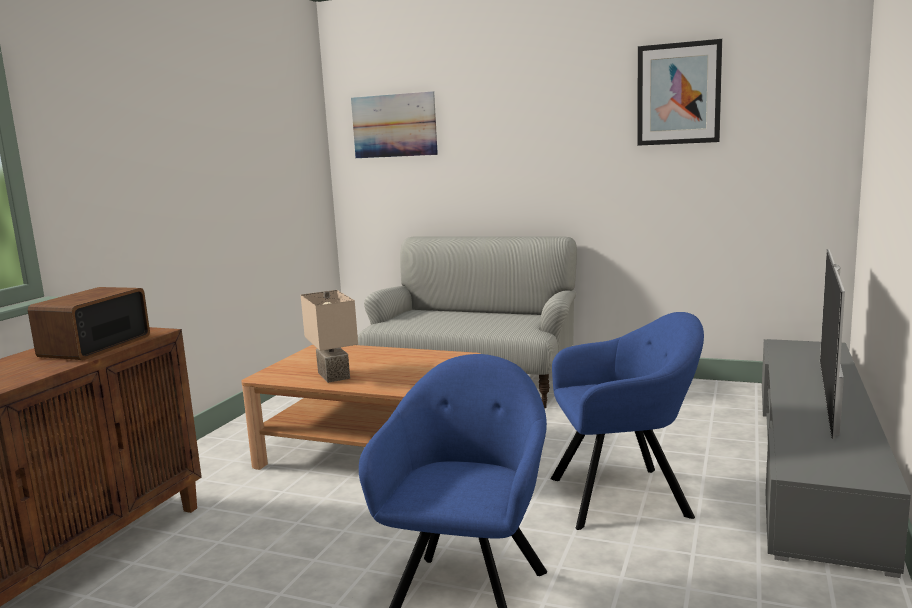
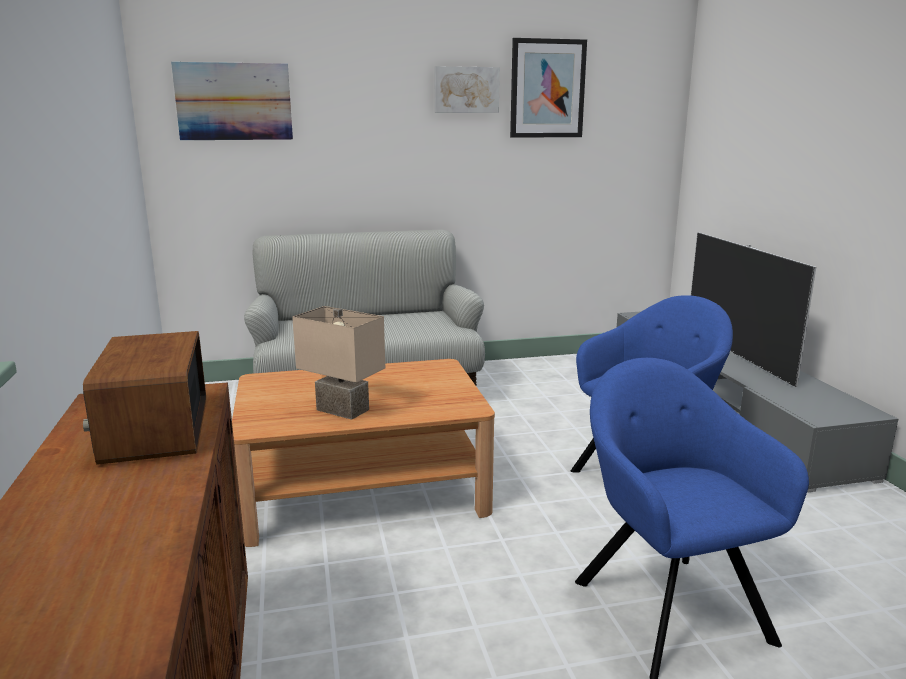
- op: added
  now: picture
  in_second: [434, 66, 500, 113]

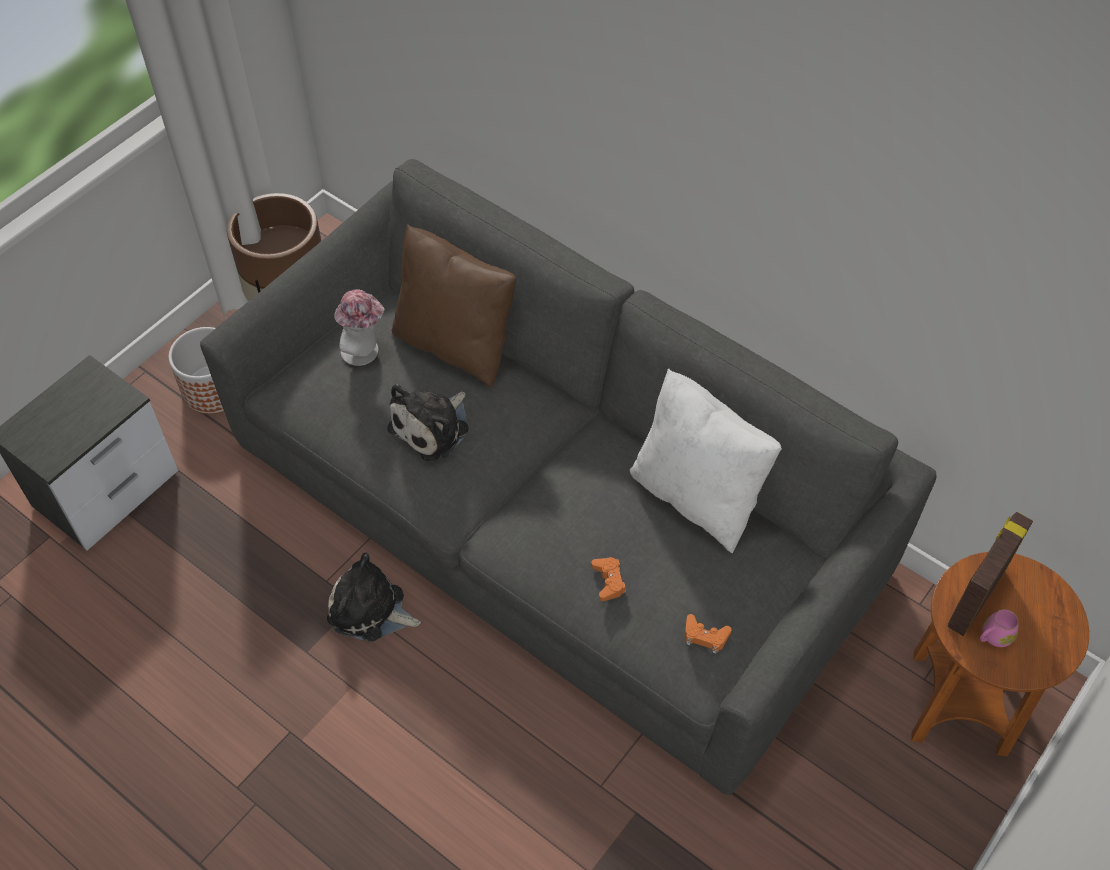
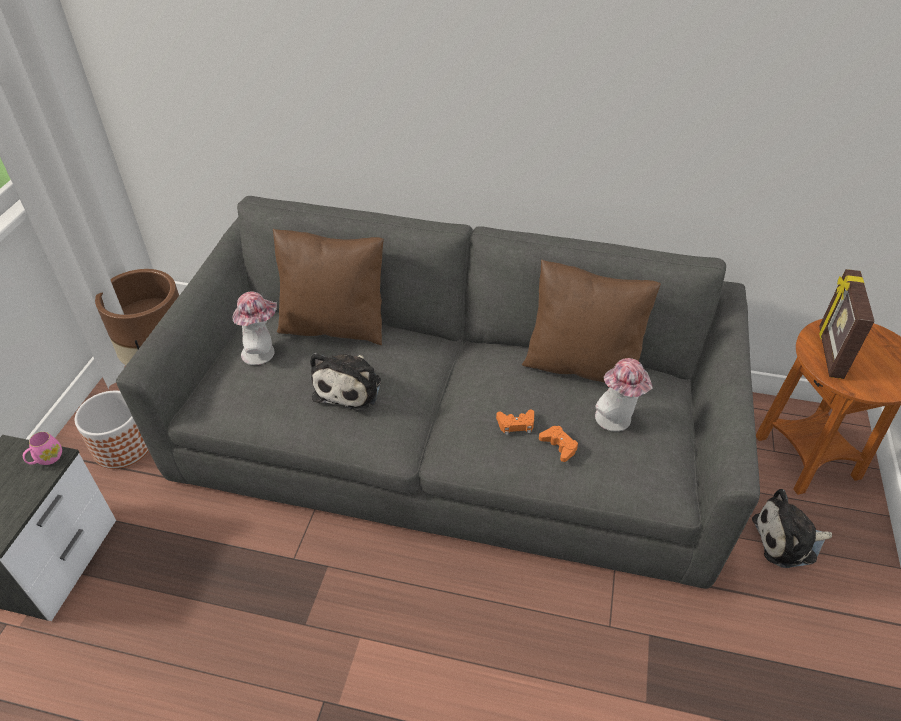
- op: moved
  was: plush toy
  in_first: [327, 553, 421, 642]
  in_second: [752, 489, 832, 568]
- op: recoloured
  was: white pillow
  now: brown pillow
  in_first: [630, 368, 782, 553]
  in_second: [522, 259, 661, 383]
- op: moved
  was: orange game controller
  in_first: [685, 614, 732, 654]
  in_second: [496, 410, 534, 435]
- op: moved
  was: pink mug
  in_first: [980, 609, 1018, 647]
  in_second: [23, 432, 62, 465]
- op: added
  now: hat
  in_second: [595, 358, 653, 432]

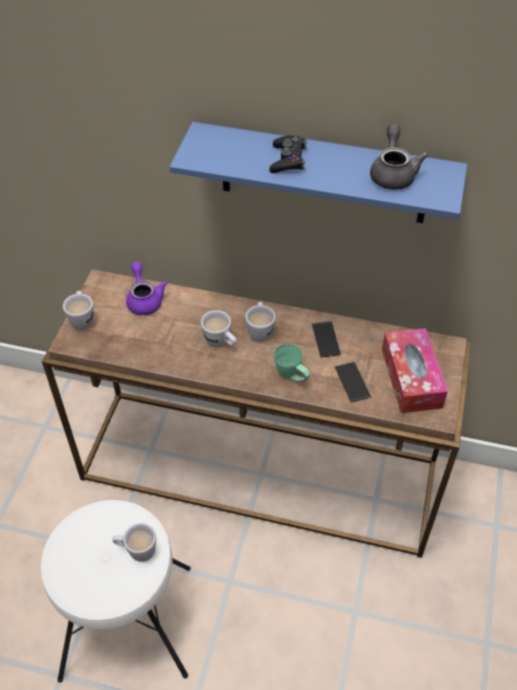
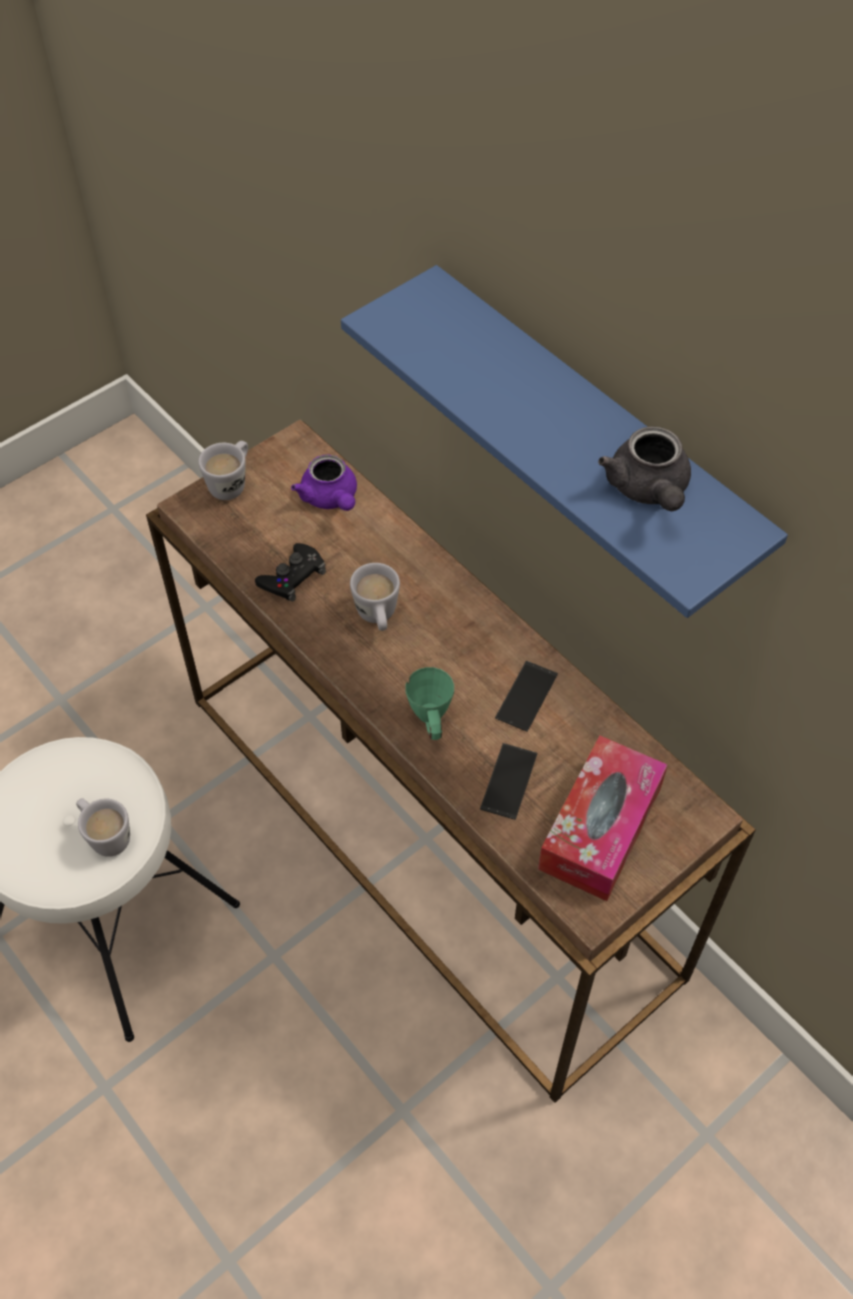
- op: turned
  was: purple teapot
  in_first: [126, 262, 167, 315]
  in_second: [291, 455, 357, 511]
  clockwise: 135
- op: removed
  was: white mug
  in_first: [245, 302, 276, 342]
- op: moved
  was: black game controller
  in_first: [269, 135, 307, 173]
  in_second: [255, 543, 326, 602]
- op: turned
  was: grey teapot
  in_first: [370, 124, 428, 190]
  in_second: [598, 426, 691, 511]
  clockwise: 135

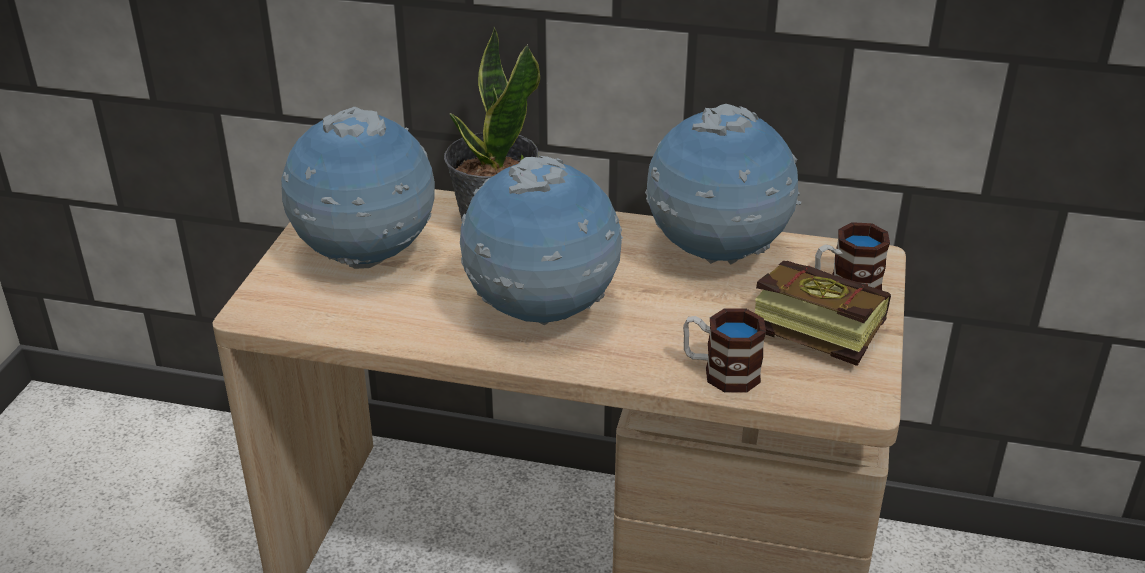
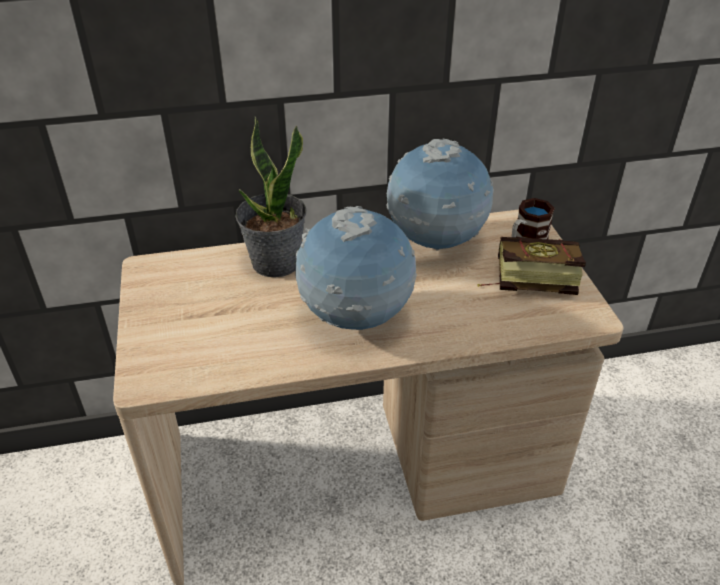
- op: removed
  was: globe
  in_first: [281, 107, 435, 269]
- op: removed
  was: mug
  in_first: [683, 308, 766, 393]

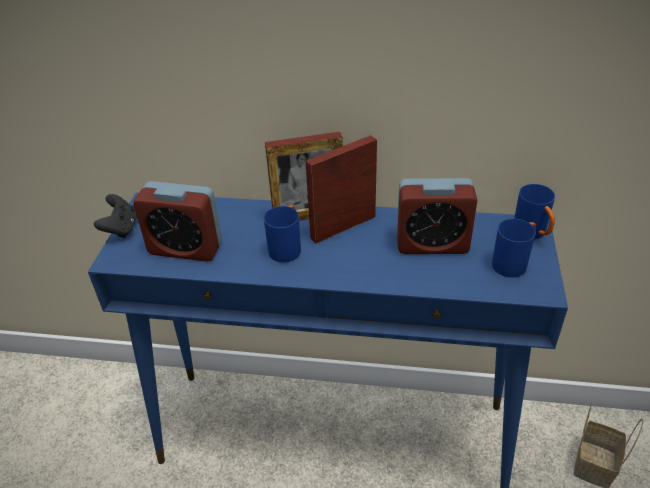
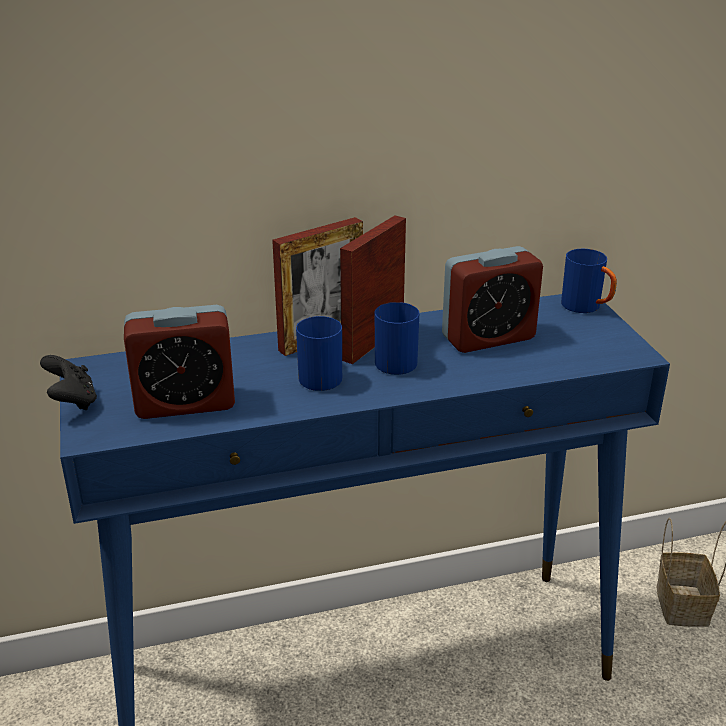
- op: moved
  was: blue mug
  in_first: [492, 219, 536, 277]
  in_second: [375, 302, 419, 375]

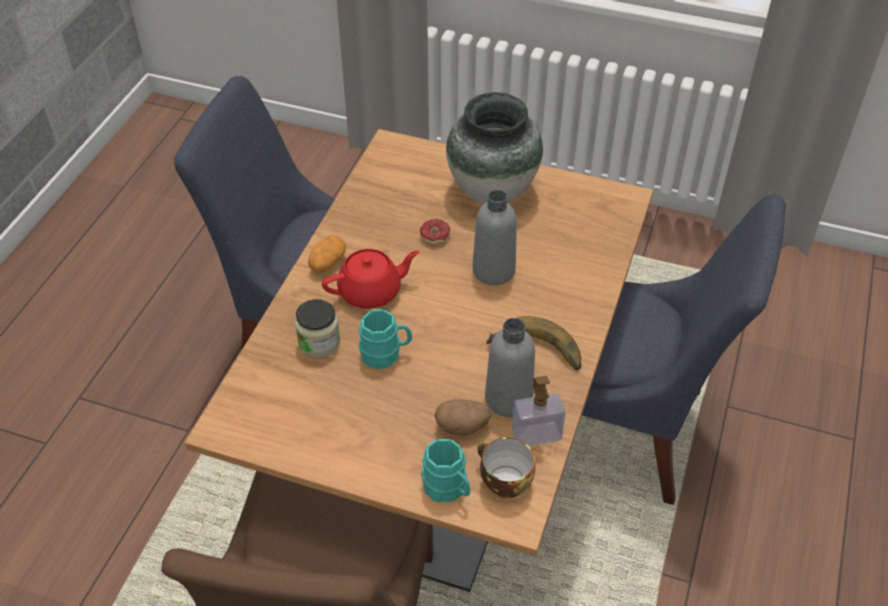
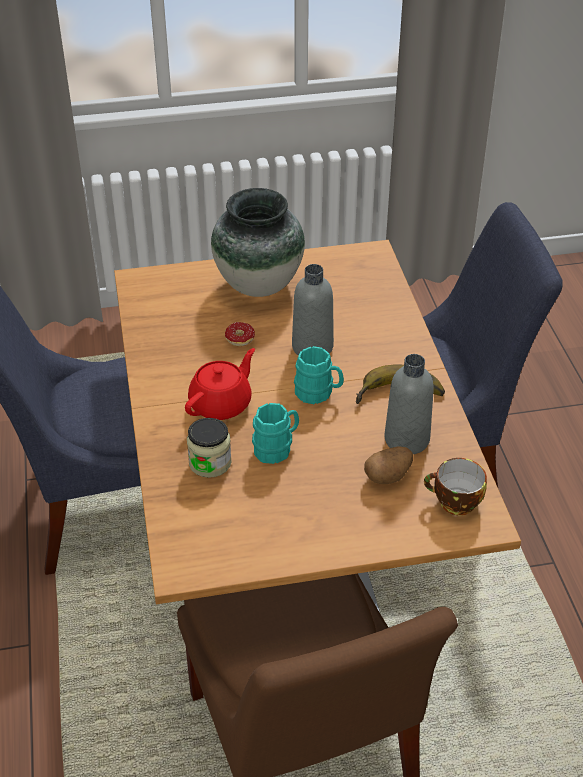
- op: removed
  was: potato
  in_first: [308, 235, 346, 273]
- op: moved
  was: turquoise mug
  in_first: [421, 439, 470, 502]
  in_second: [294, 346, 344, 404]
- op: removed
  was: soap dispenser
  in_first: [512, 376, 566, 446]

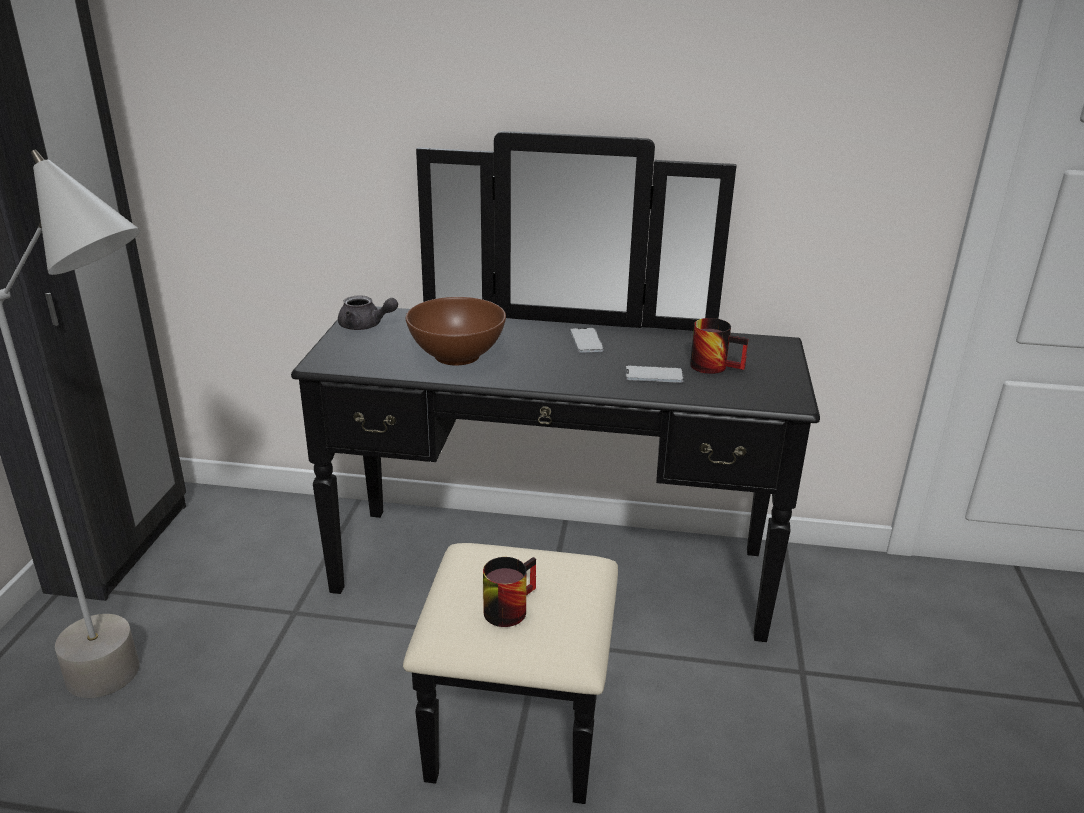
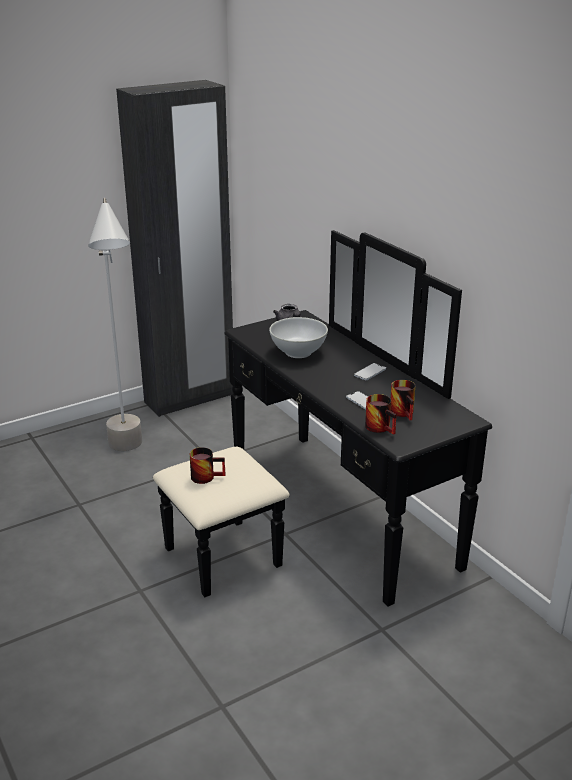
- op: recoloured
  was: brown bowl
  now: white bowl
  in_first: [406, 297, 506, 365]
  in_second: [269, 317, 328, 358]
- op: added
  now: mug
  in_second: [365, 394, 397, 435]

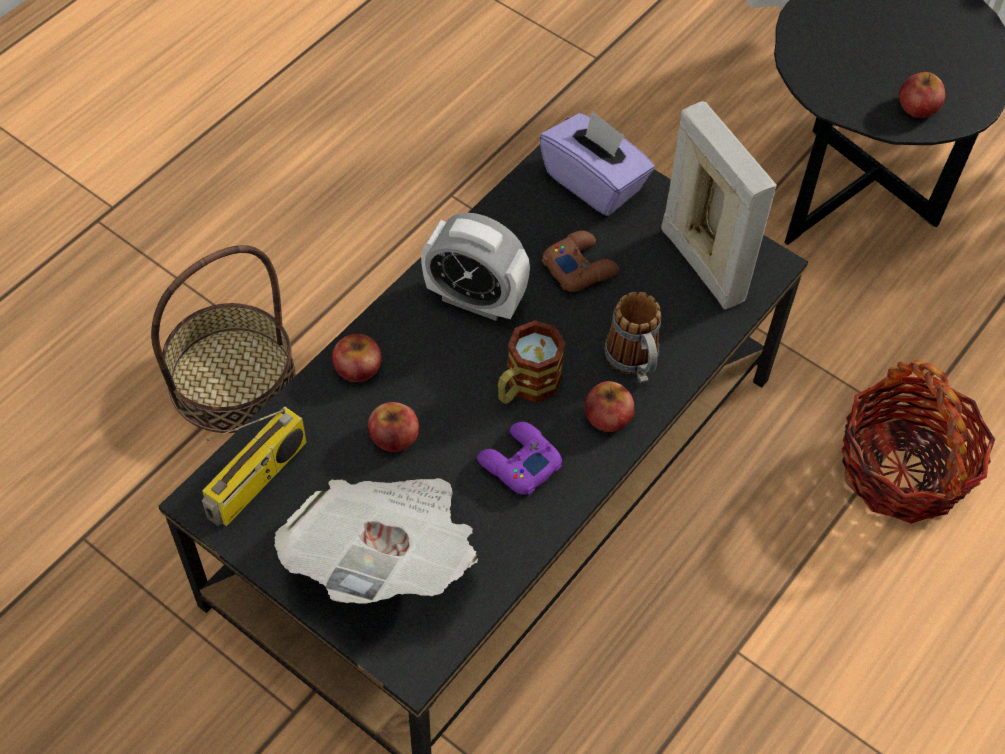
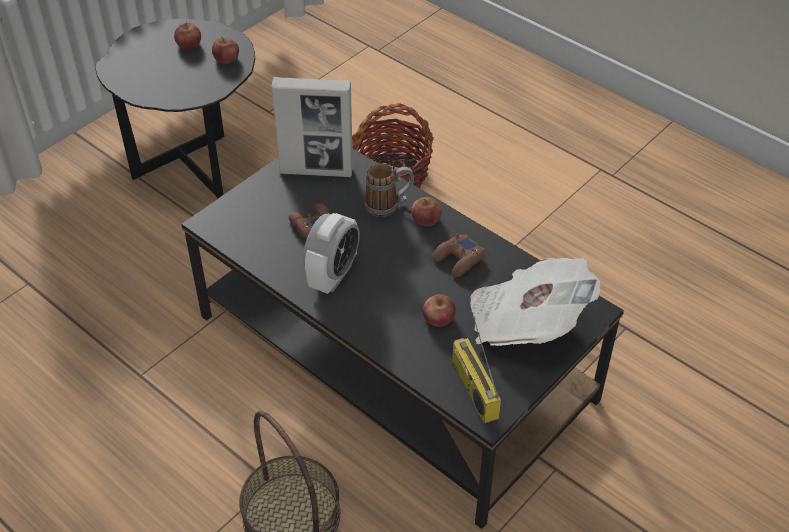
- op: turned
  was: radio
  in_first: [202, 407, 306, 526]
  in_second: [452, 316, 501, 423]
  clockwise: -150
- op: moved
  was: apple
  in_first: [332, 334, 382, 382]
  in_second: [174, 22, 201, 50]
- op: recoloured
  was: purple game controller
  now: brown game controller
  in_first: [477, 422, 562, 495]
  in_second: [433, 233, 485, 277]
- op: removed
  was: mug
  in_first: [498, 320, 565, 404]
- op: removed
  was: purple tissue box
  in_first: [539, 110, 655, 216]
- op: turned
  was: picture frame
  in_first: [661, 101, 777, 309]
  in_second: [271, 77, 353, 177]
  clockwise: -150

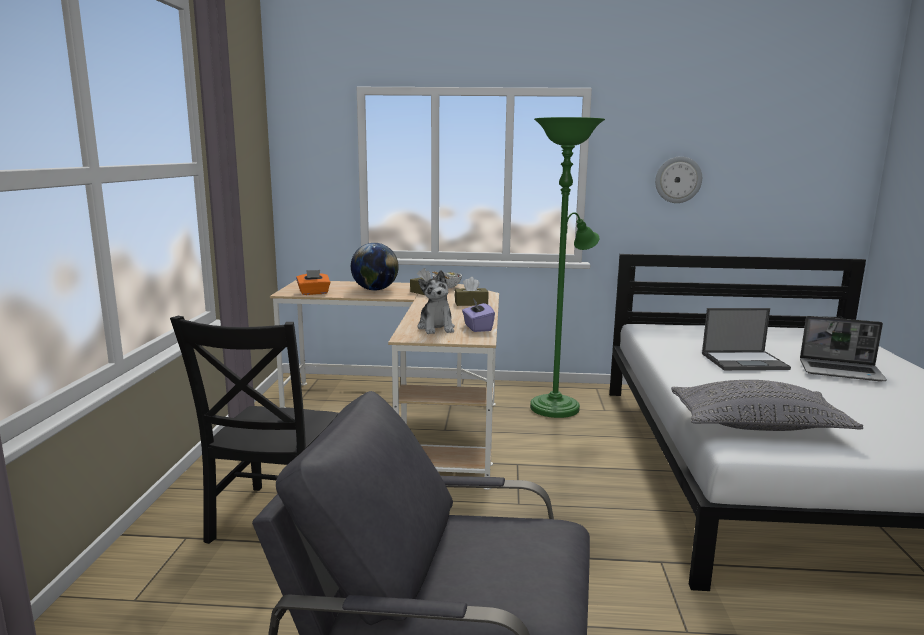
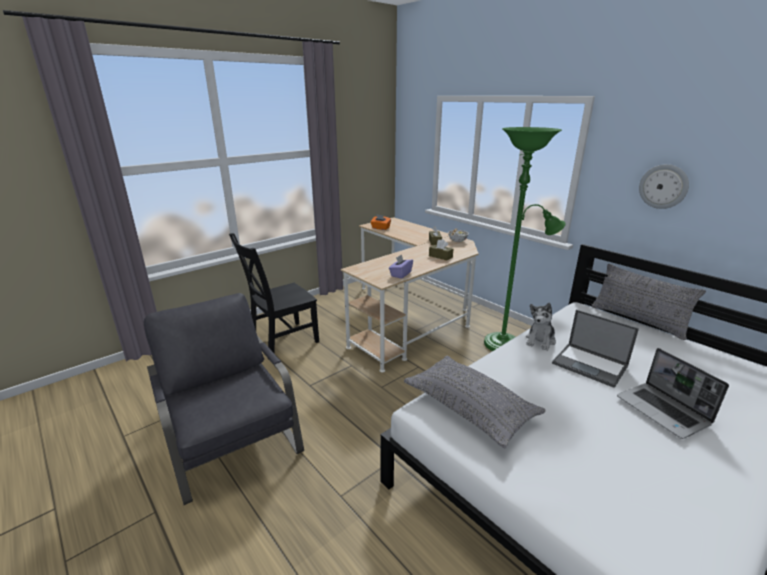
- op: removed
  was: globe
  in_first: [351, 243, 399, 291]
- op: moved
  was: plush toy
  in_first: [417, 270, 455, 334]
  in_second: [526, 303, 556, 351]
- op: added
  now: grey pillow
  in_second: [592, 264, 706, 340]

